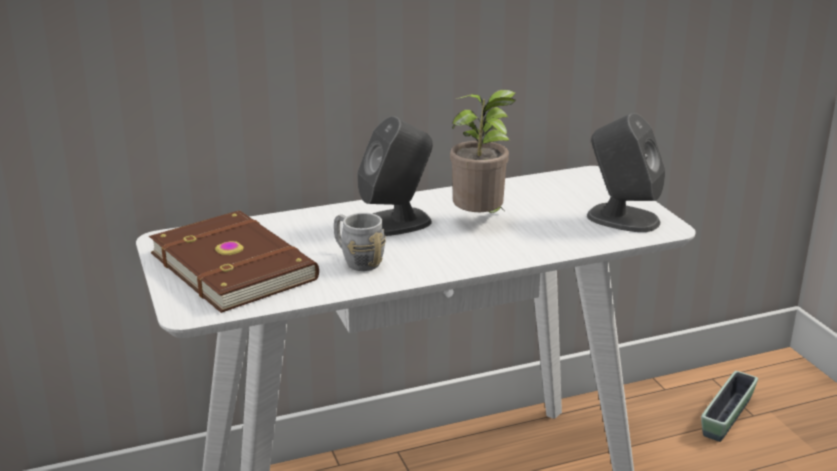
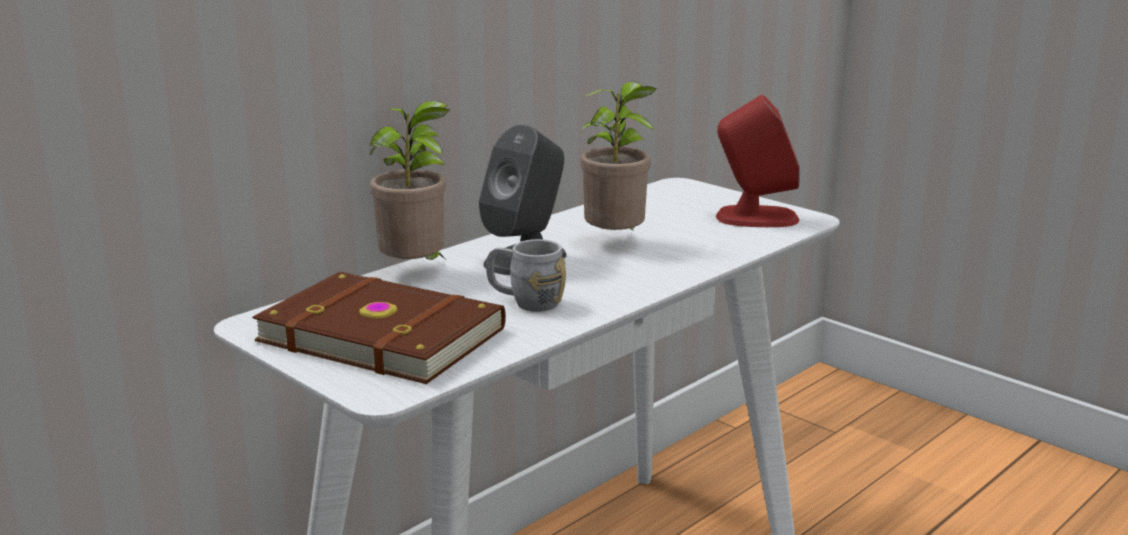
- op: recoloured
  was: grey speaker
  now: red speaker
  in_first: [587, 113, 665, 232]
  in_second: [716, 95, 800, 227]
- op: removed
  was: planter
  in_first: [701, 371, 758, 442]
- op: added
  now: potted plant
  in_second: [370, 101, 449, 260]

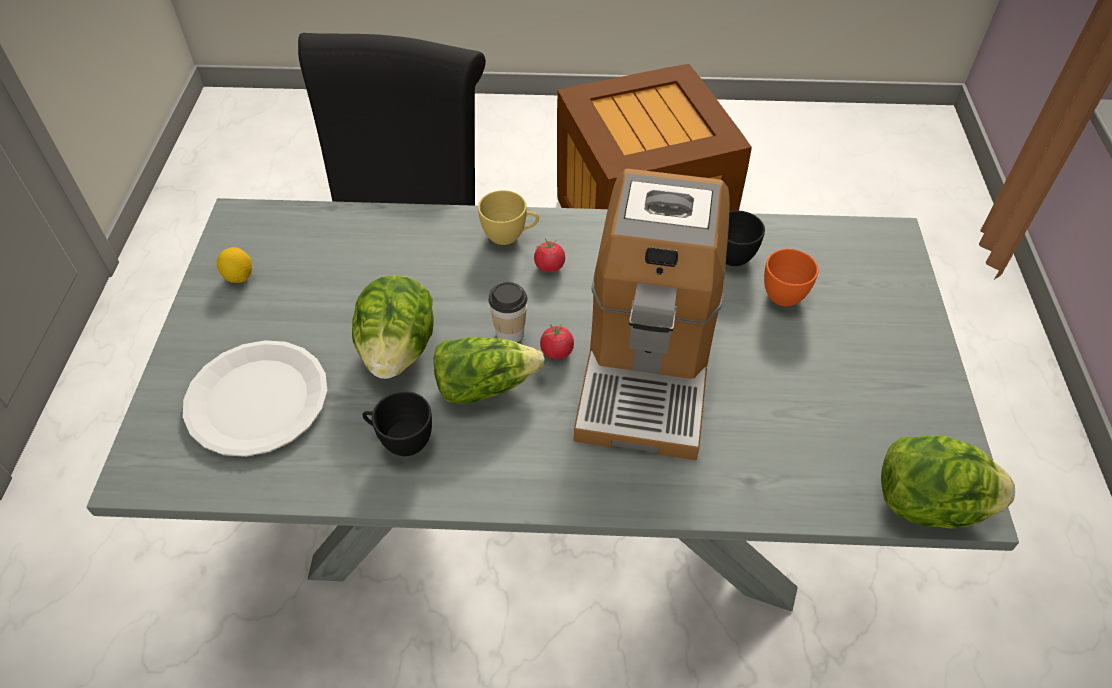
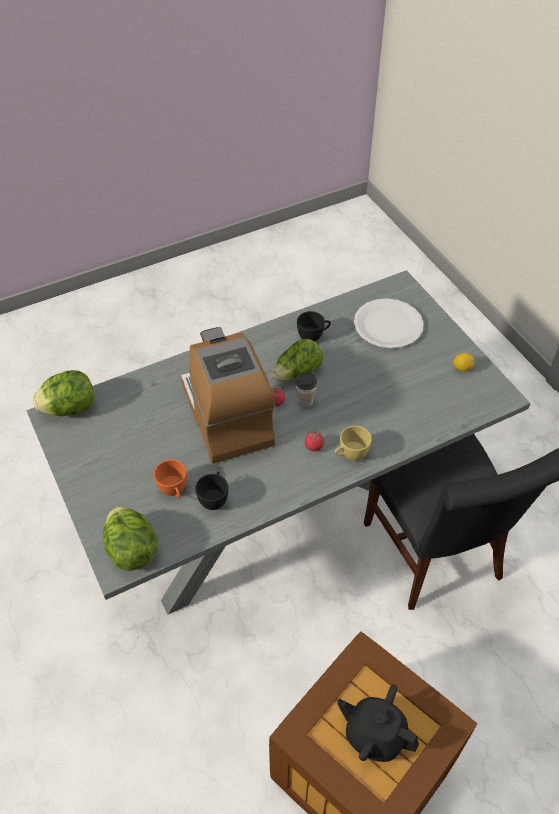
- op: moved
  was: lettuce
  in_first: [352, 275, 434, 379]
  in_second: [103, 506, 158, 571]
- op: added
  now: black teapot
  in_second: [337, 685, 419, 762]

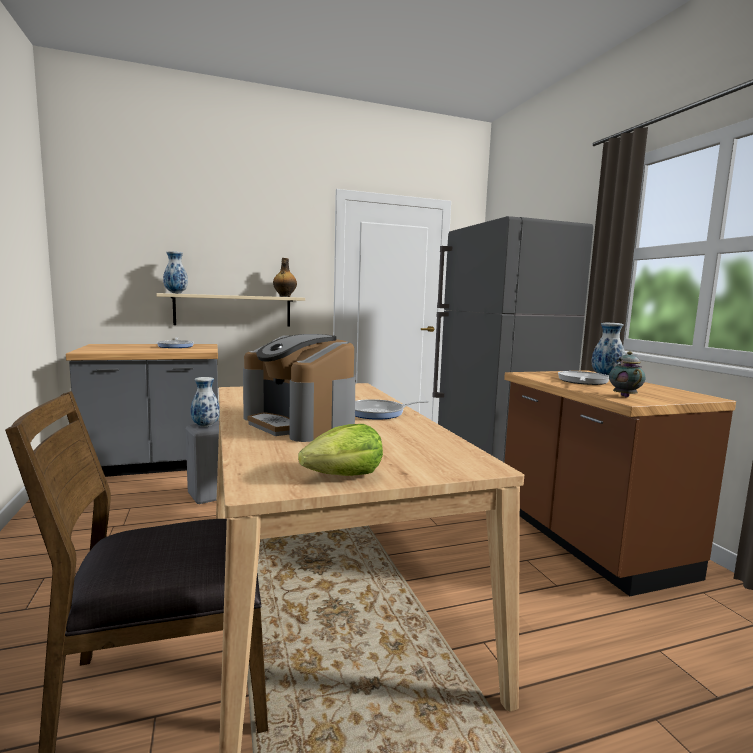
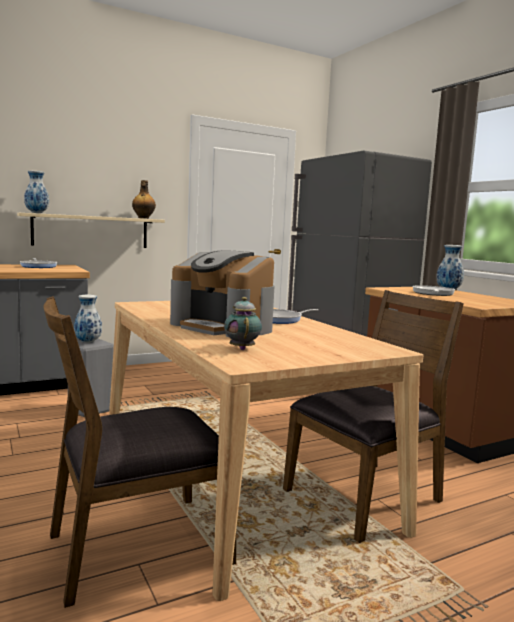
- op: removed
  was: lettuce
  in_first: [298, 424, 383, 476]
- op: moved
  was: teapot
  in_first: [609, 351, 645, 398]
  in_second: [224, 297, 262, 350]
- op: added
  now: brown chair
  in_second: [283, 290, 464, 543]

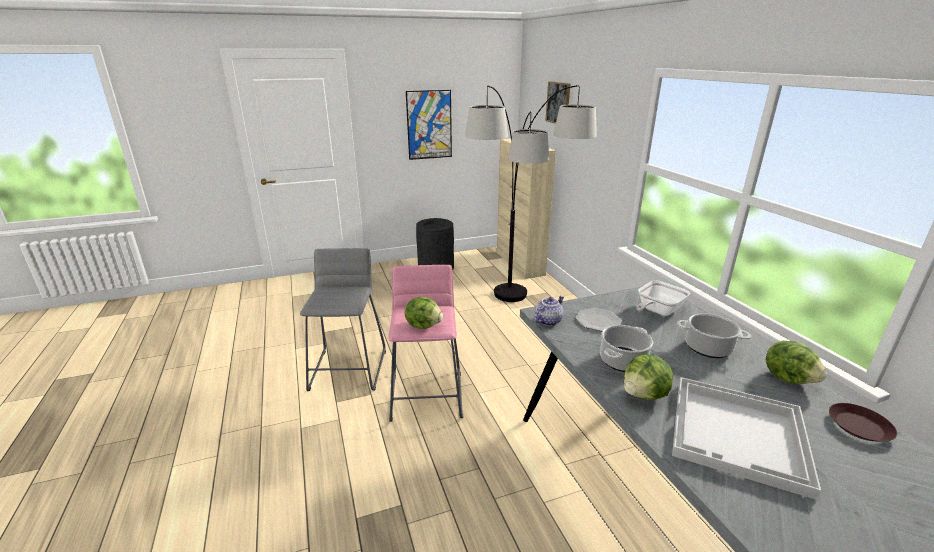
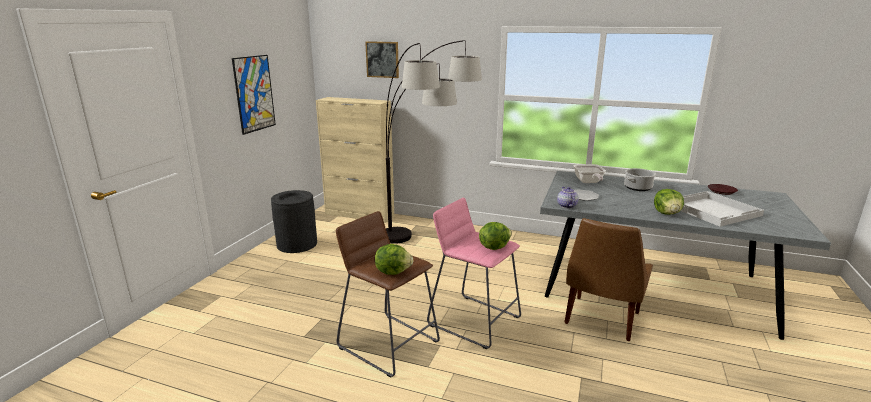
- op: recoloured
  was: grey stool
  now: brown stool
  in_first: [300, 248, 386, 391]
  in_second: [336, 211, 440, 378]
- op: removed
  was: cooking pot
  in_first: [600, 325, 653, 372]
- op: moved
  was: lettuce
  in_first: [766, 341, 827, 384]
  in_second: [375, 244, 414, 275]
- op: added
  now: brown chair
  in_second: [564, 218, 653, 341]

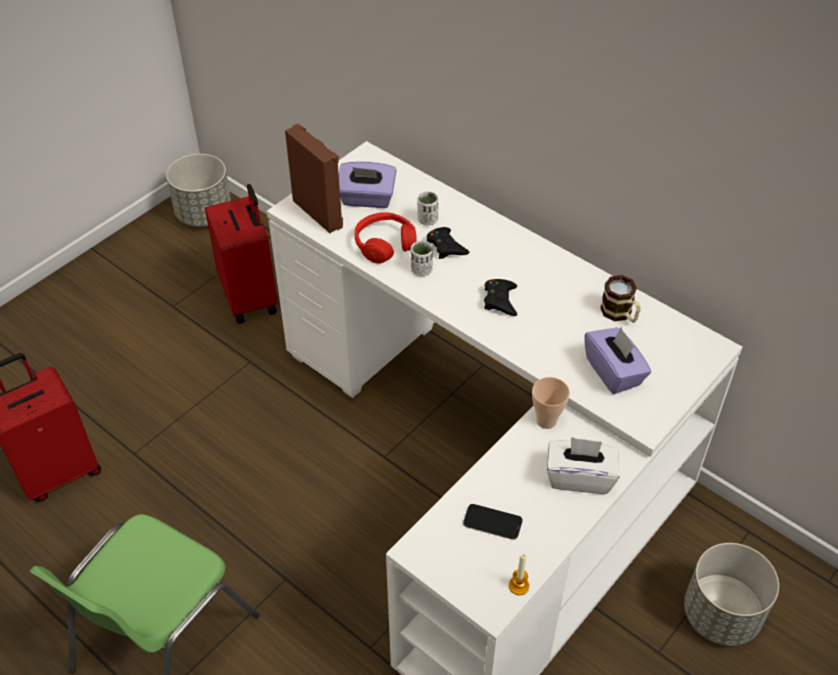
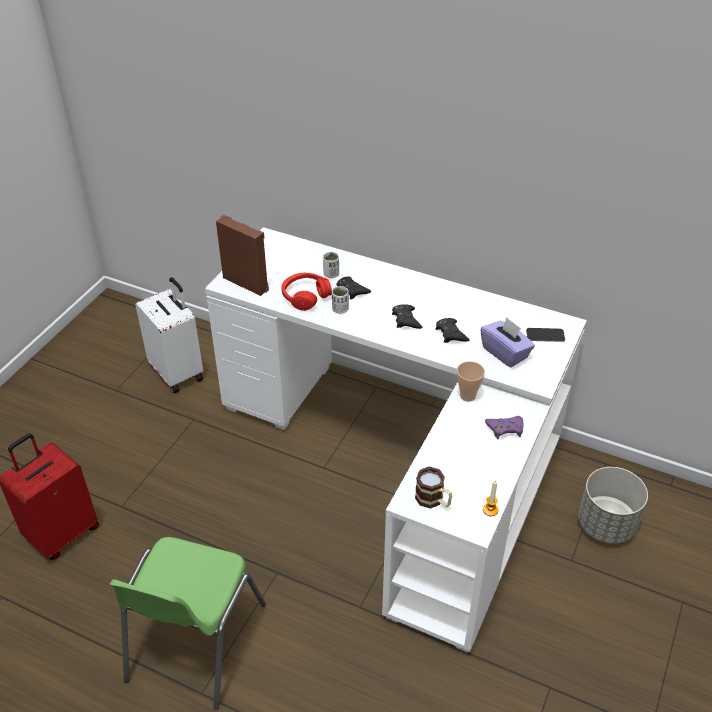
- op: removed
  was: grey planter
  in_first: [166, 154, 231, 227]
- op: recoloured
  was: red suitcase
  now: white suitcase
  in_first: [205, 184, 277, 324]
  in_second: [135, 277, 203, 393]
- op: removed
  was: purple tissue box
  in_first: [339, 162, 396, 208]
- op: moved
  was: phone
  in_first: [463, 504, 523, 540]
  in_second: [526, 328, 565, 342]
- op: replaced
  was: white tissue box
  now: purple game controller
  in_first: [547, 437, 620, 494]
  in_second: [485, 416, 524, 439]
- op: moved
  was: mug
  in_first: [600, 275, 640, 323]
  in_second: [415, 466, 452, 509]
- op: added
  now: black game controller
  in_second: [436, 318, 469, 343]

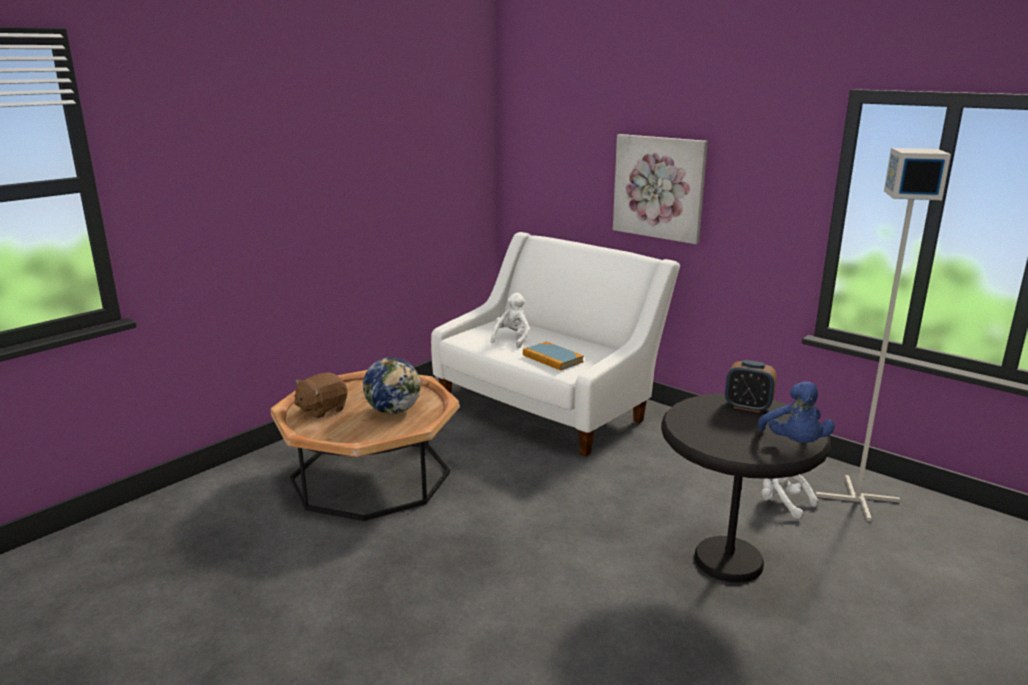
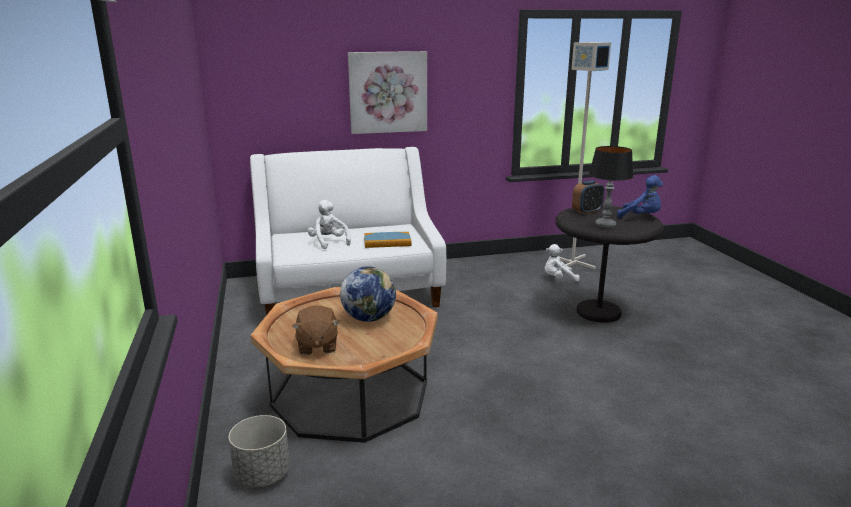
- op: added
  now: grey planter
  in_second: [229, 415, 290, 487]
- op: added
  now: table lamp
  in_second: [589, 146, 634, 228]

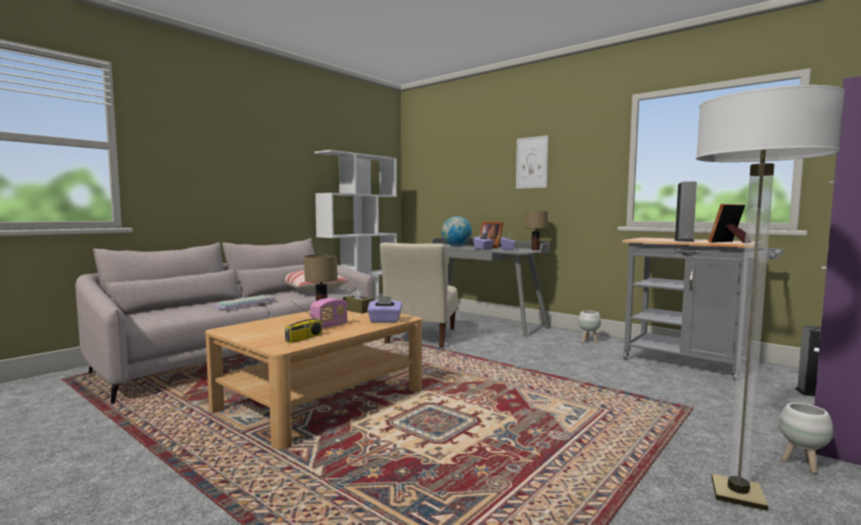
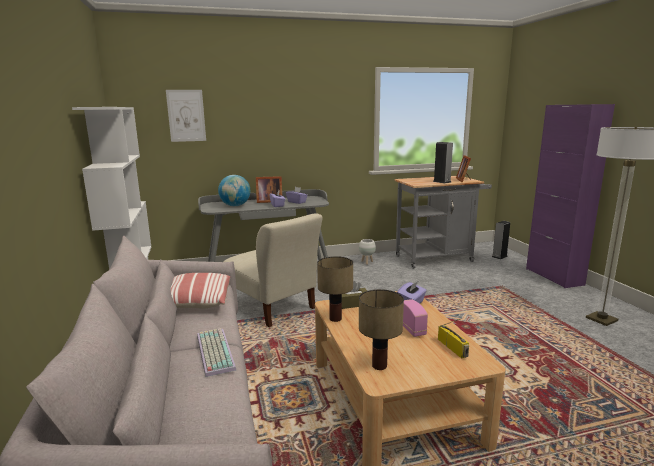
- op: moved
  was: picture
  in_first: [516, 135, 549, 189]
  in_second: [166, 90, 206, 142]
- op: moved
  was: table lamp
  in_first: [525, 211, 548, 250]
  in_second: [359, 289, 404, 370]
- op: removed
  was: white planter
  in_first: [779, 403, 833, 473]

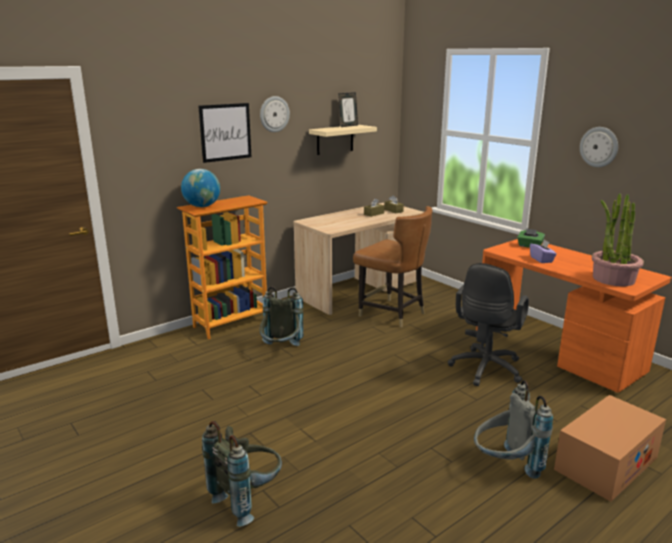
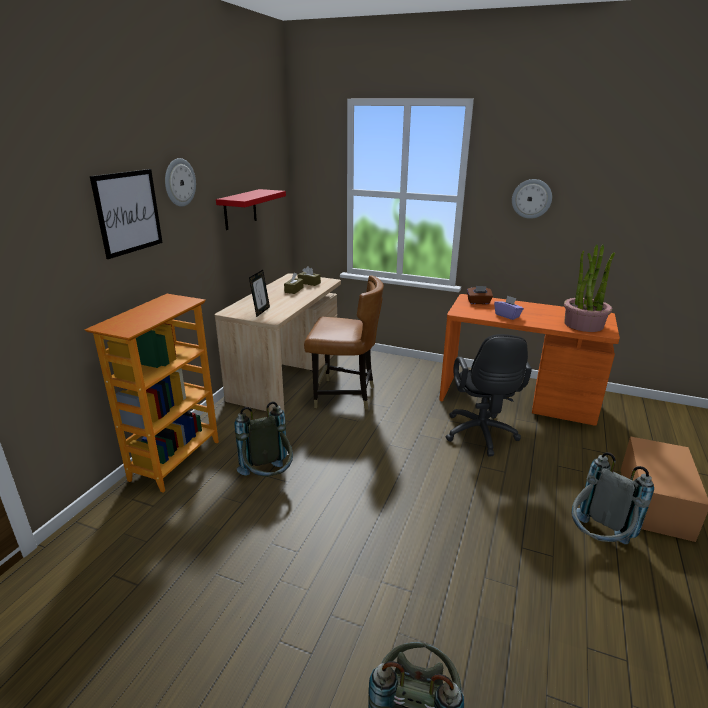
- op: removed
  was: globe
  in_first: [181, 169, 220, 207]
- op: recoloured
  was: beige shelf
  now: red shelf
  in_first: [309, 125, 377, 155]
  in_second: [216, 189, 286, 230]
- op: moved
  was: picture frame
  in_first: [338, 92, 358, 127]
  in_second: [249, 270, 270, 317]
- op: recoloured
  was: green tissue box
  now: brown tissue box
  in_first: [517, 228, 545, 248]
  in_second: [467, 286, 493, 304]

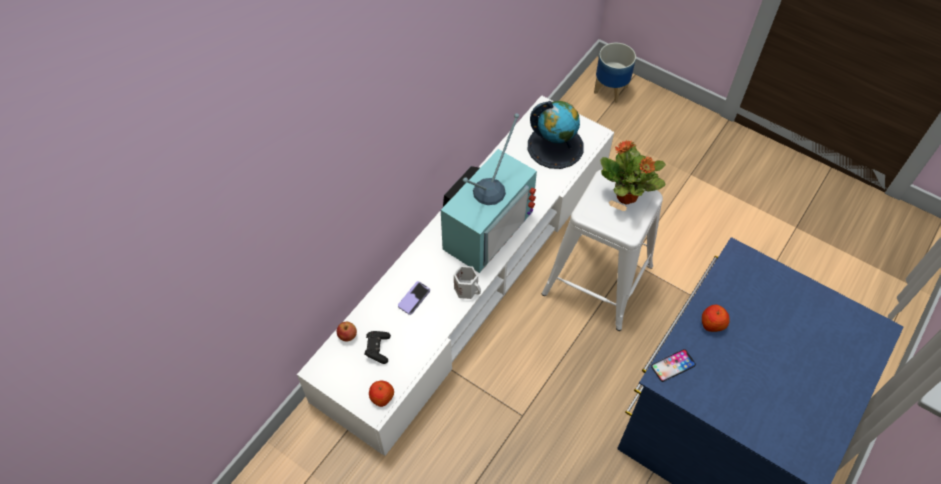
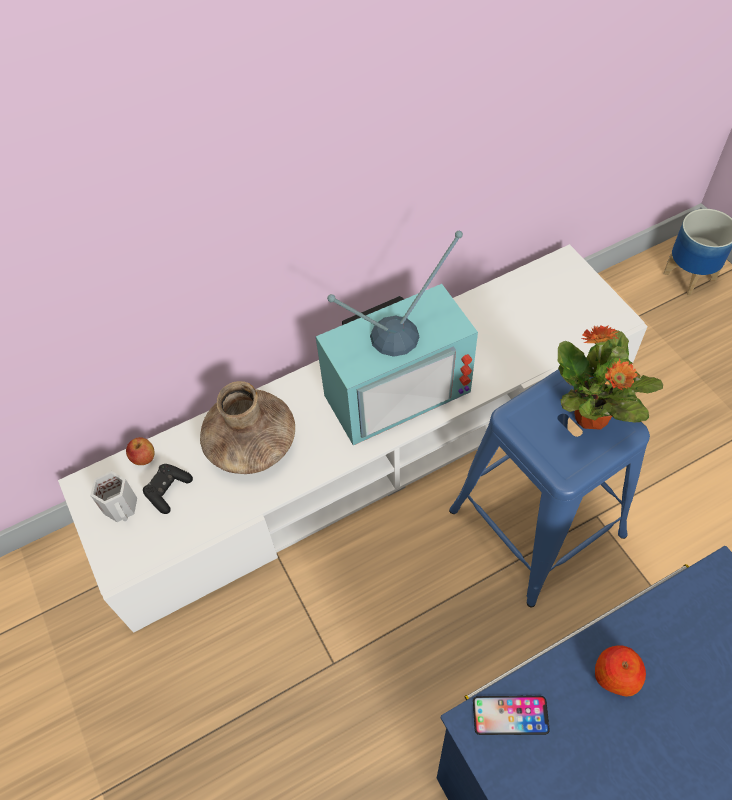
- op: removed
  was: apple
  in_first: [369, 380, 394, 407]
- op: replaced
  was: phone
  now: brown vase
  in_first: [398, 281, 430, 315]
  in_second: [200, 381, 295, 474]
- op: moved
  was: white mug
  in_first: [454, 266, 481, 299]
  in_second: [90, 471, 137, 522]
- op: removed
  was: globe
  in_first: [528, 101, 584, 169]
- op: recoloured
  was: white stool
  now: blue stool
  in_first: [542, 169, 663, 331]
  in_second: [449, 369, 650, 608]

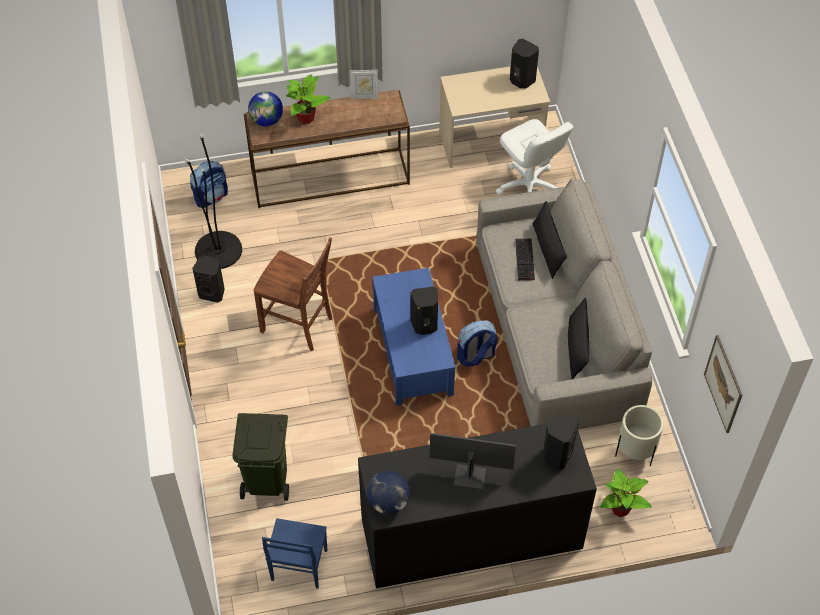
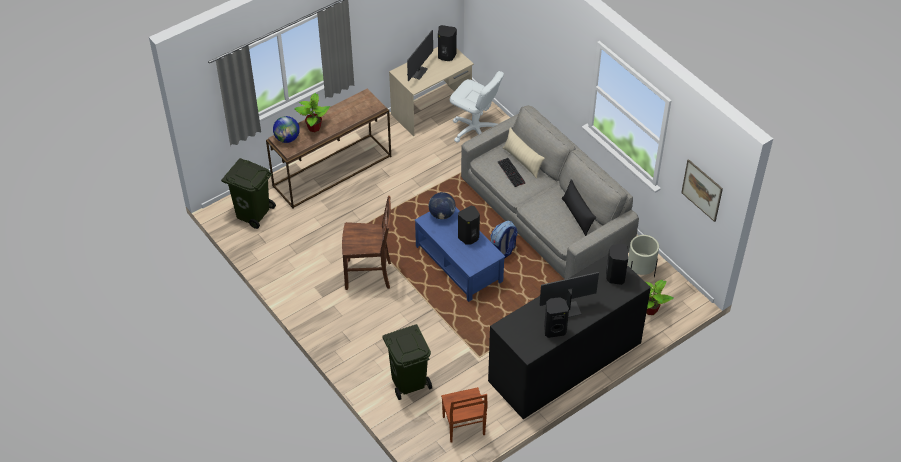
- op: removed
  was: black floor lamp
  in_first: [185, 134, 242, 269]
- op: replaced
  was: backpack
  now: green trash can
  in_first: [190, 161, 228, 208]
  in_second: [221, 158, 276, 229]
- op: moved
  was: black speaker
  in_first: [192, 256, 225, 303]
  in_second: [544, 297, 569, 338]
- op: recoloured
  was: blue chair
  now: brown chair
  in_first: [262, 518, 327, 589]
  in_second: [441, 387, 488, 443]
- op: removed
  was: picture frame
  in_first: [350, 70, 378, 99]
- op: moved
  was: globe
  in_first: [367, 471, 410, 514]
  in_second: [428, 192, 456, 219]
- op: recoloured
  was: black pillow
  now: beige pillow
  in_first: [532, 201, 567, 279]
  in_second: [503, 128, 545, 179]
- op: added
  now: monitor
  in_second: [407, 30, 433, 81]

